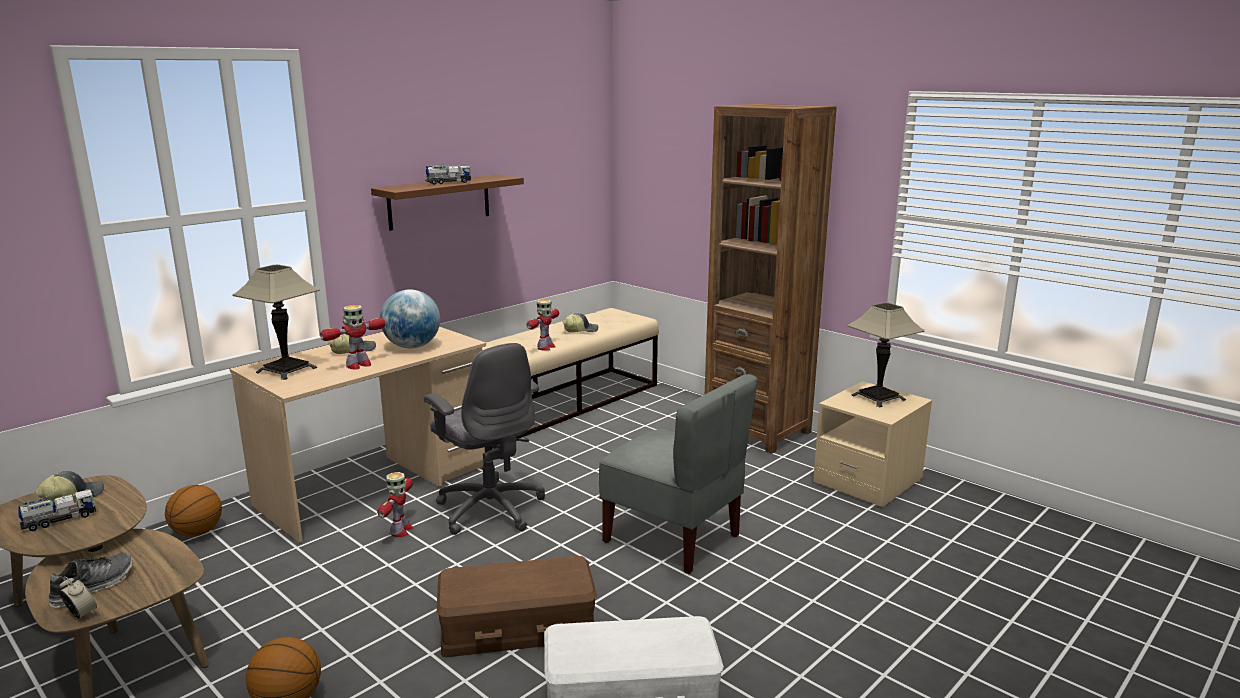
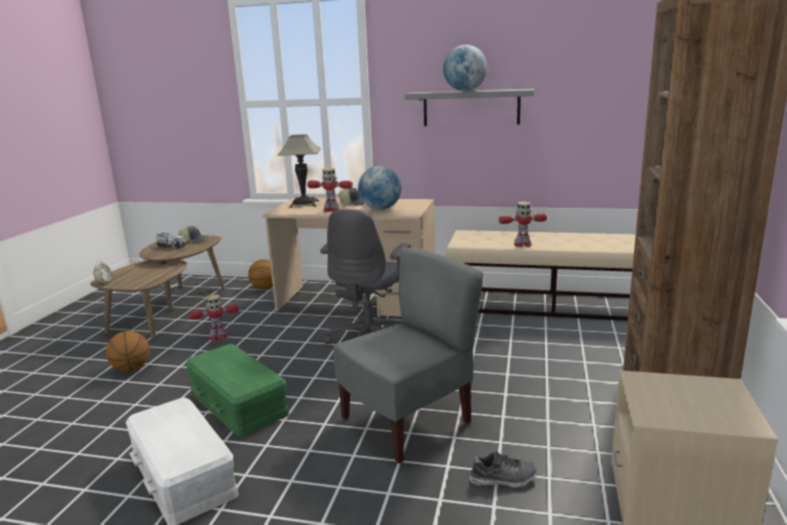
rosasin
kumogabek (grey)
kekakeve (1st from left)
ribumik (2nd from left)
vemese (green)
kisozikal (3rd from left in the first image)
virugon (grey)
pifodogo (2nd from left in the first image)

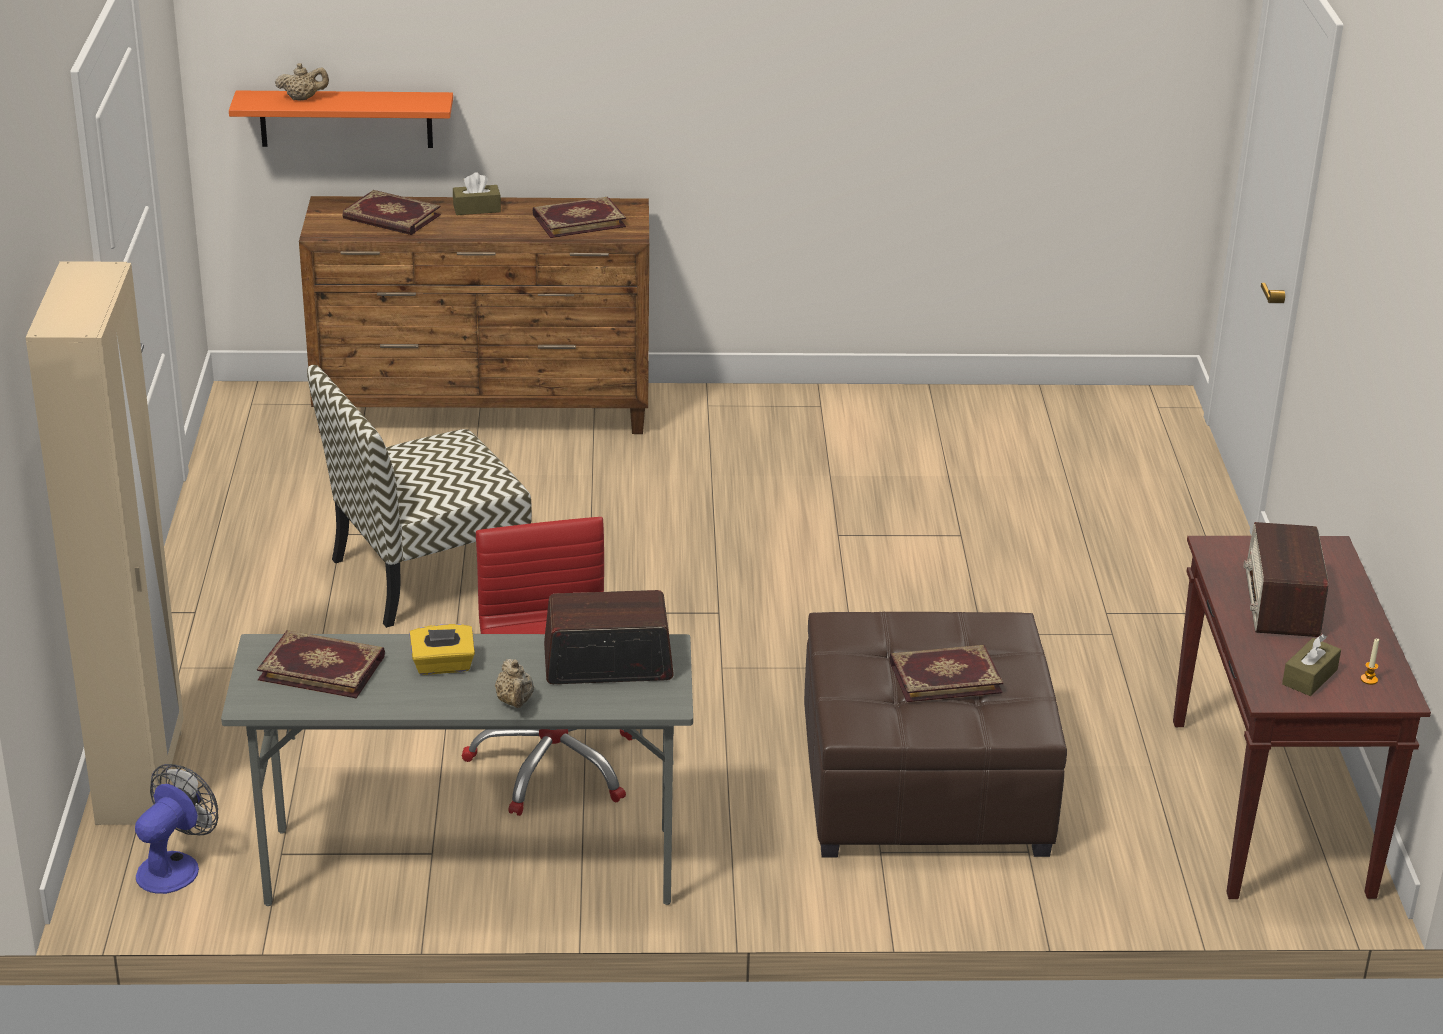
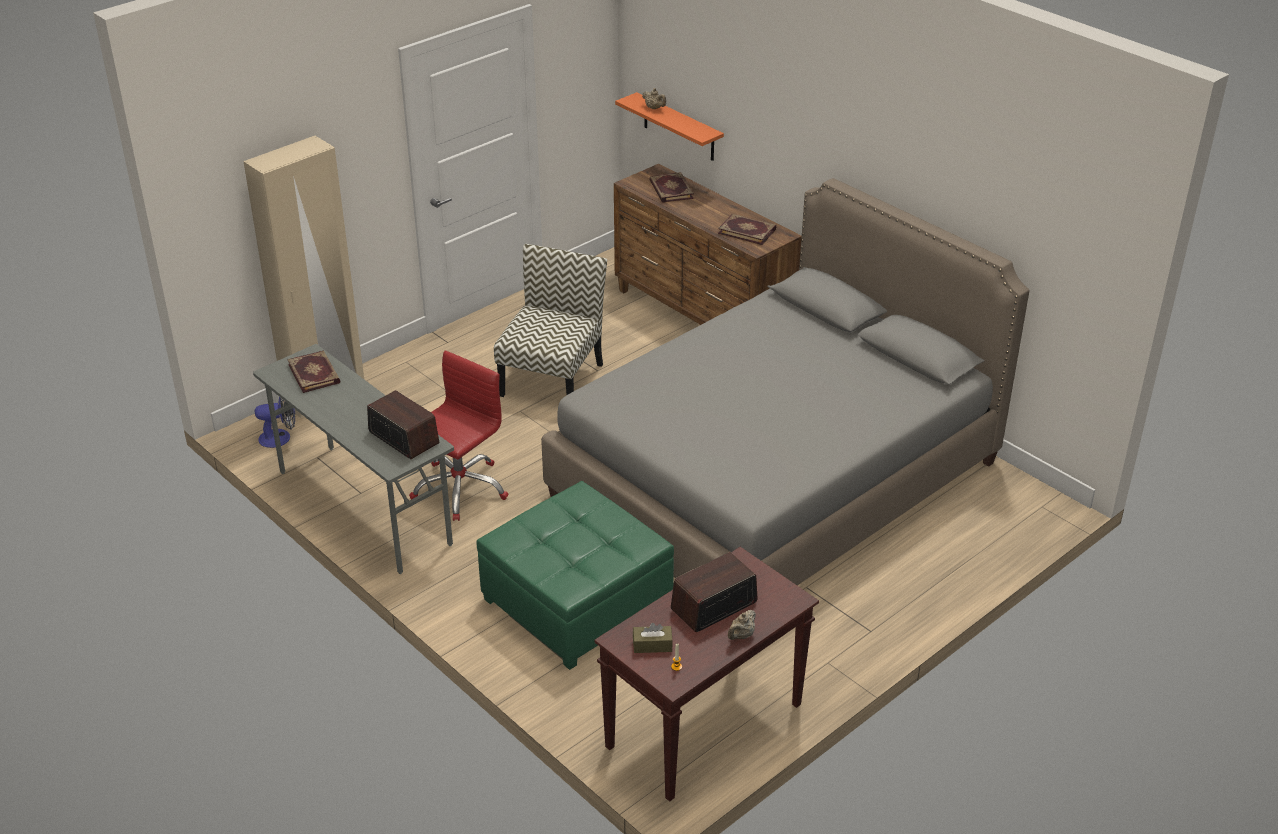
virugon
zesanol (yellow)
zesanol (brown) (1st from left in the first image)
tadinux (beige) (2nd from left)
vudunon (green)
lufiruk (4th from left in the first image)
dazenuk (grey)

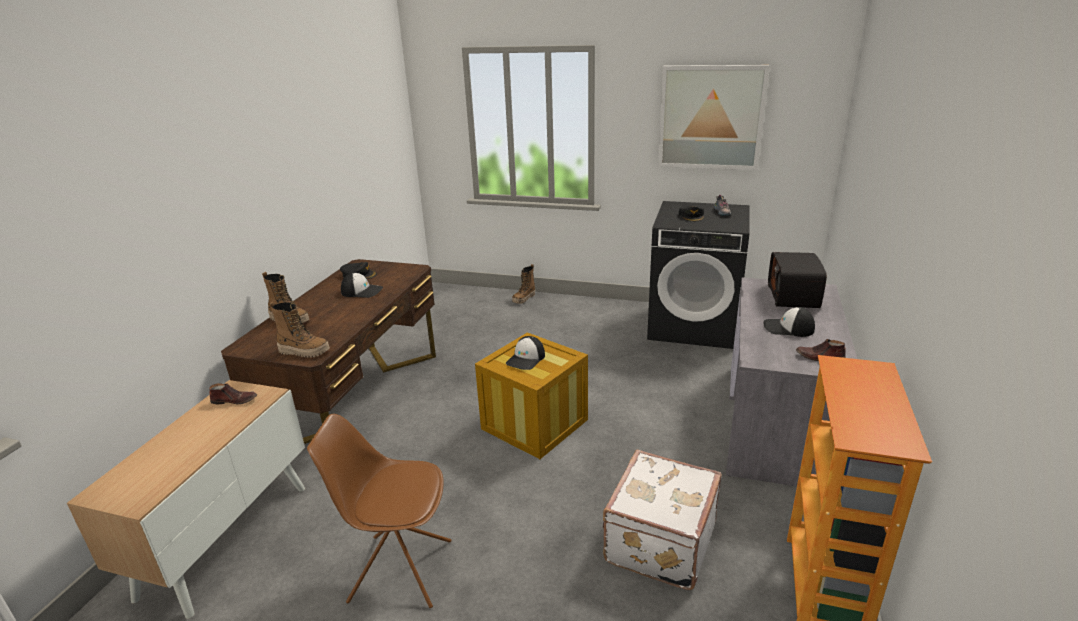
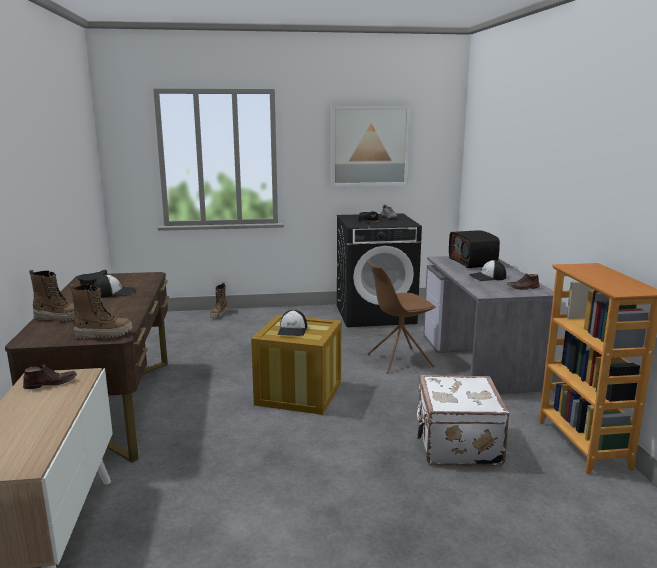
virugon (brown)

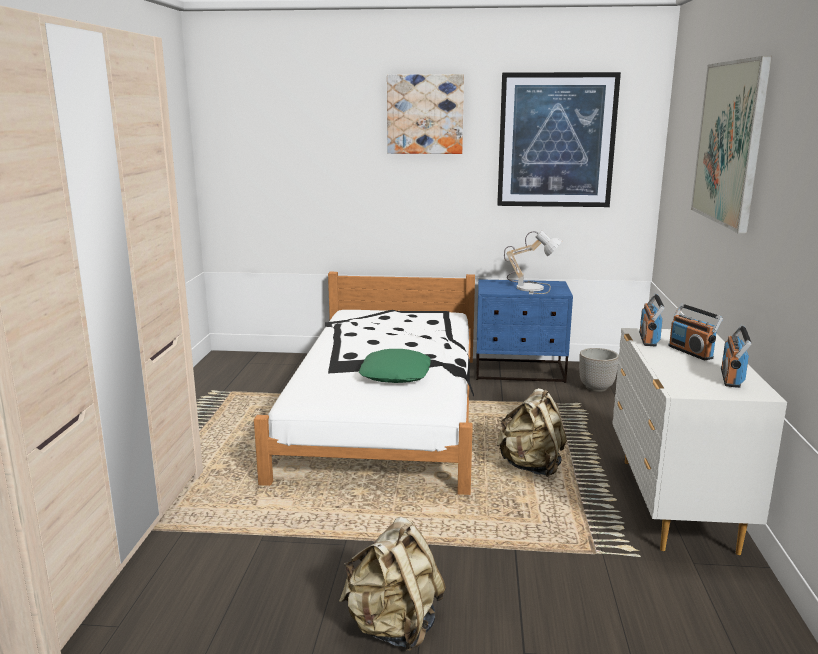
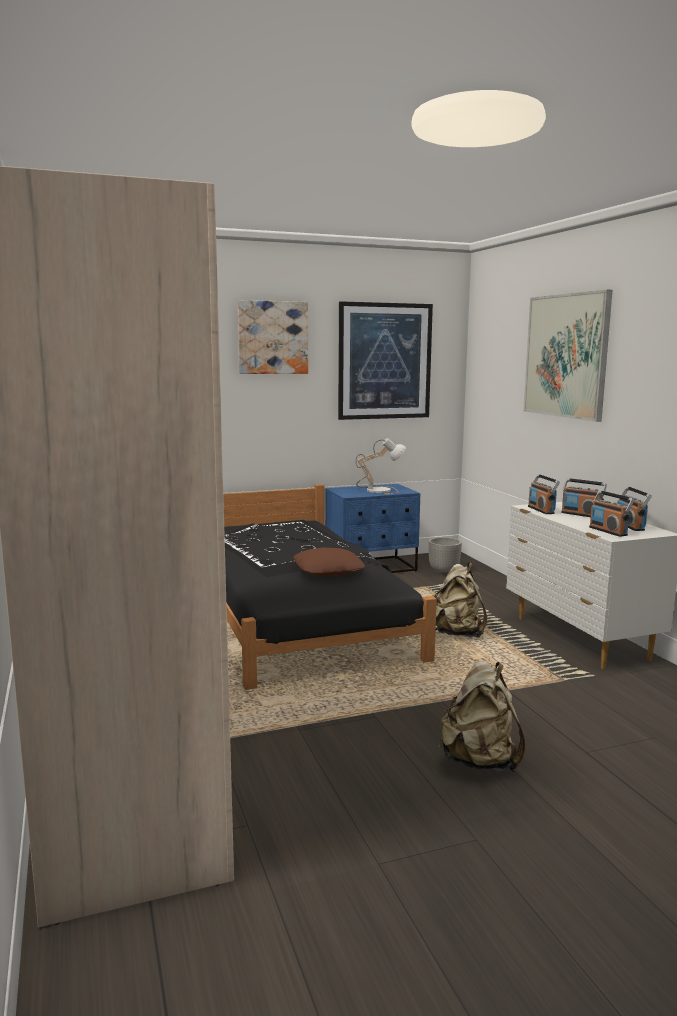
dazenuk (black)
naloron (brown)
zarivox (3rd from left)

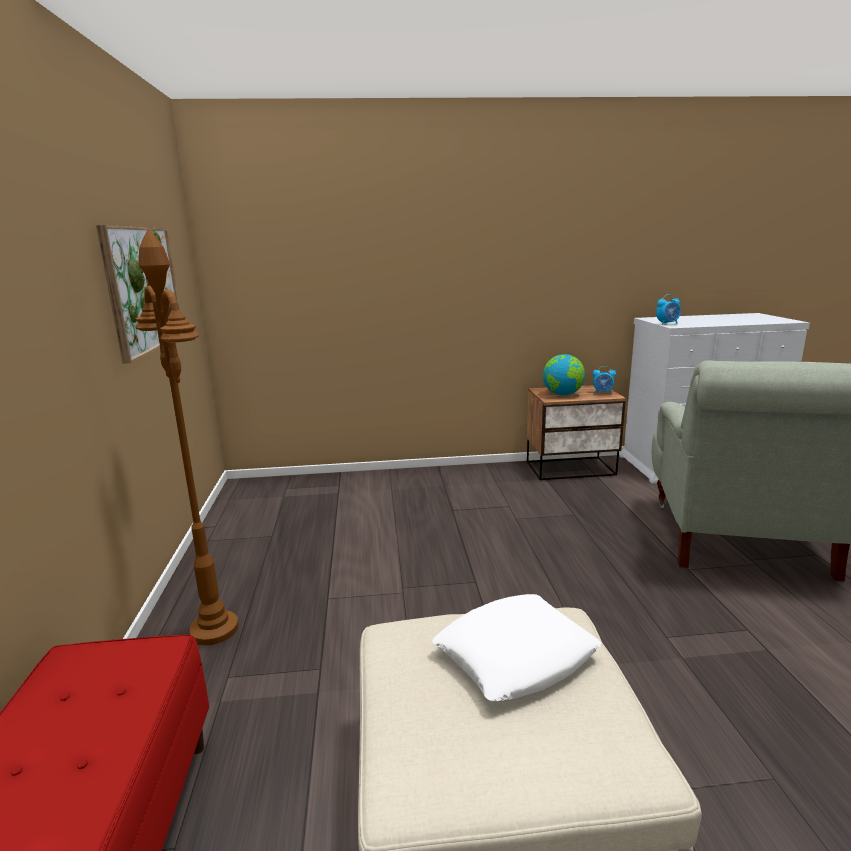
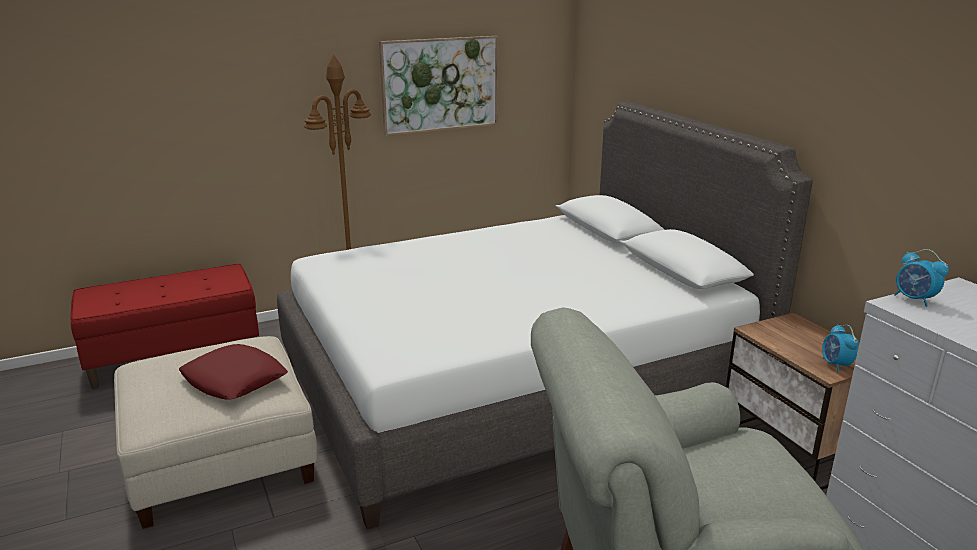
naloron (red)
ribumik
dazenuk (white)

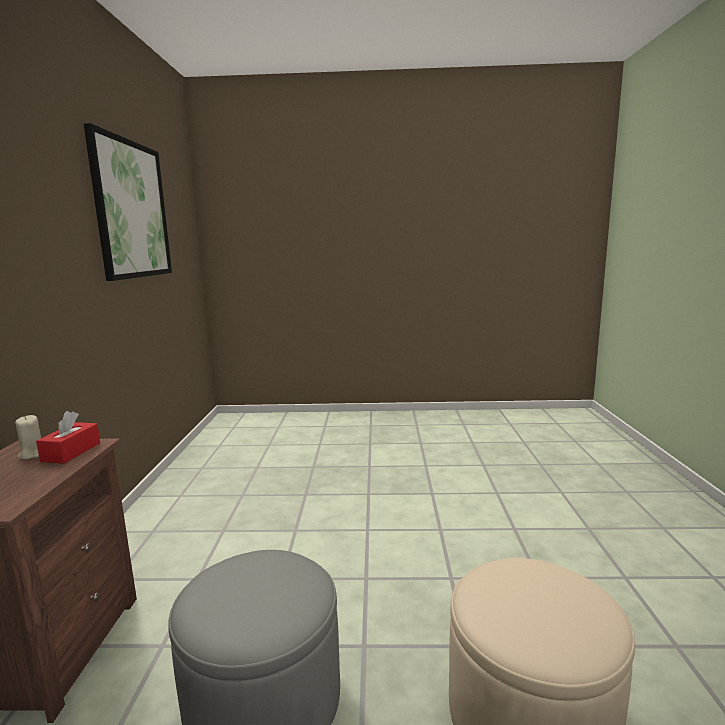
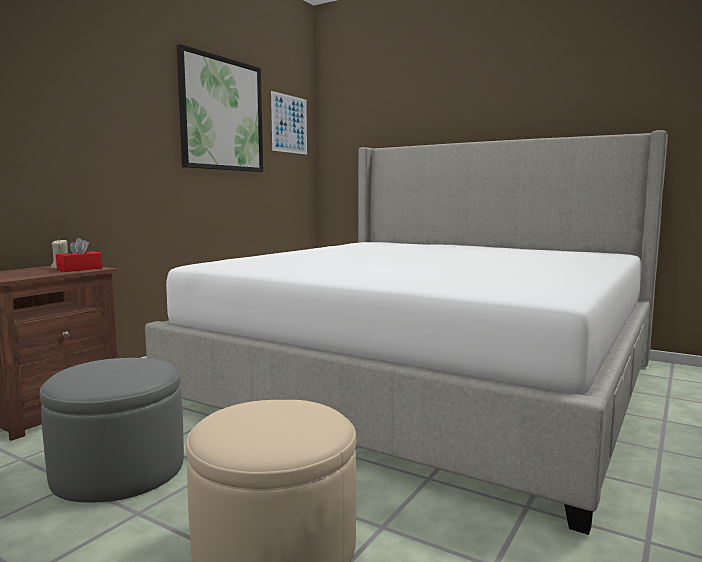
dazenuk
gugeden (2nd from left)

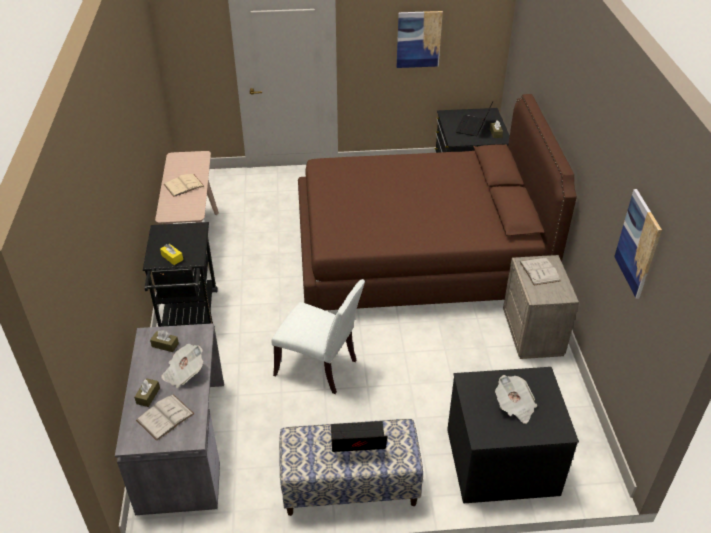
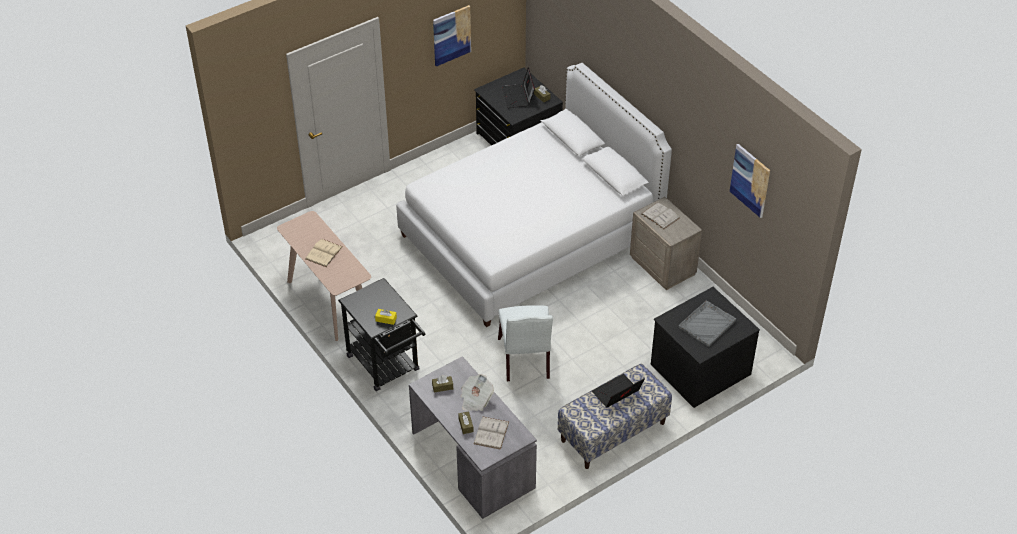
virugon (white)
dazenuk (white)
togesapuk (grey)

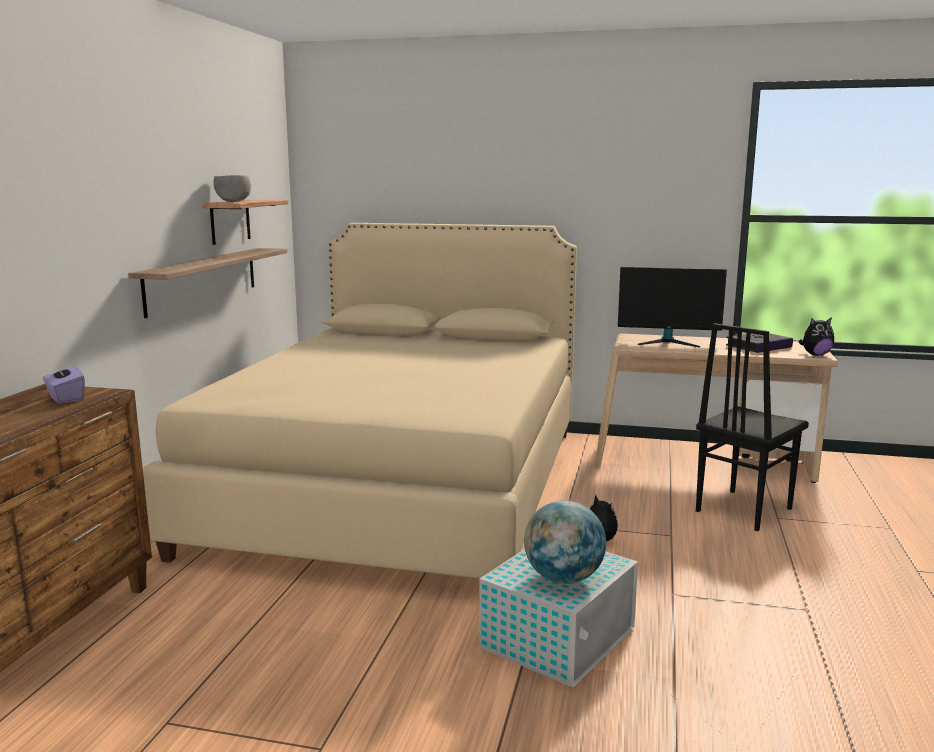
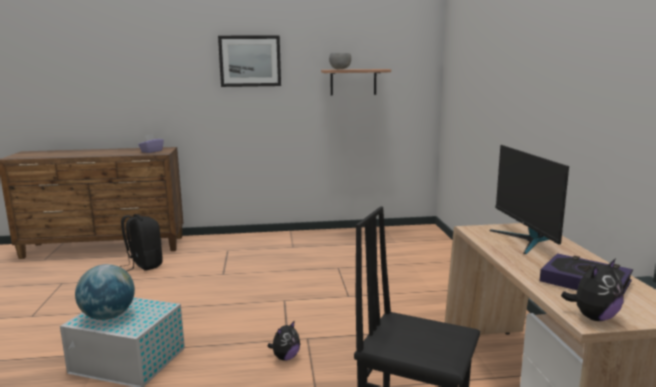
kumogabek (1st from left in the first image)
dazenuk (beige)
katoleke (2nd from left)
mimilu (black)
gugeden

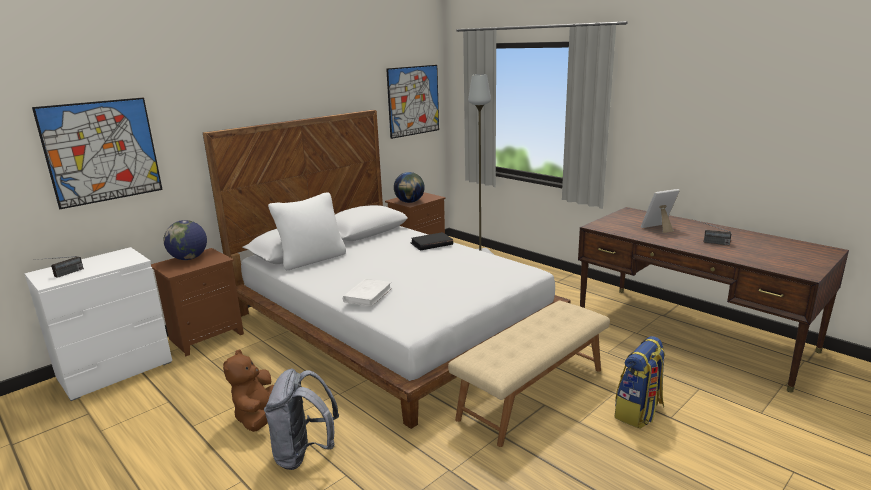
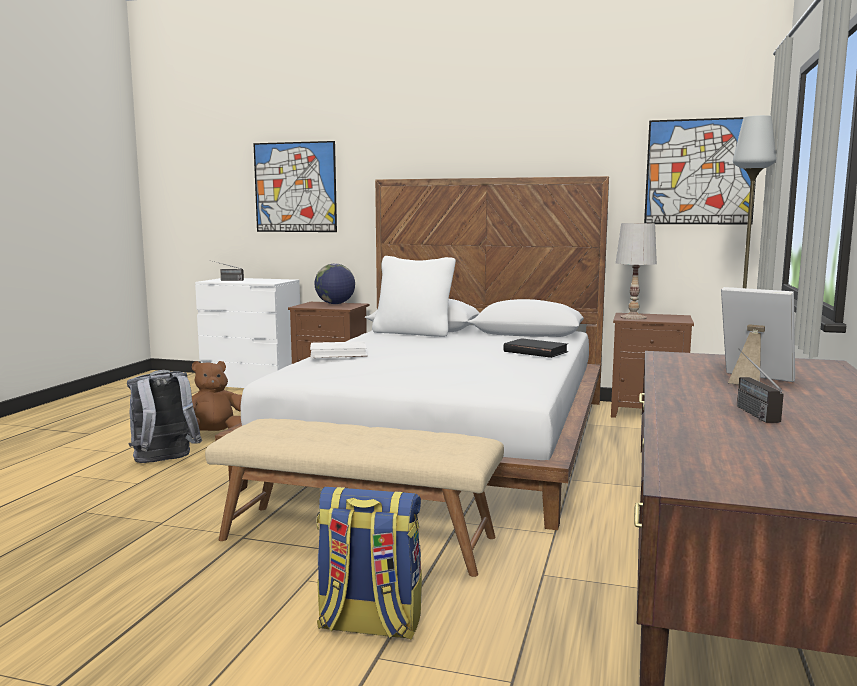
pifodogo (white)

